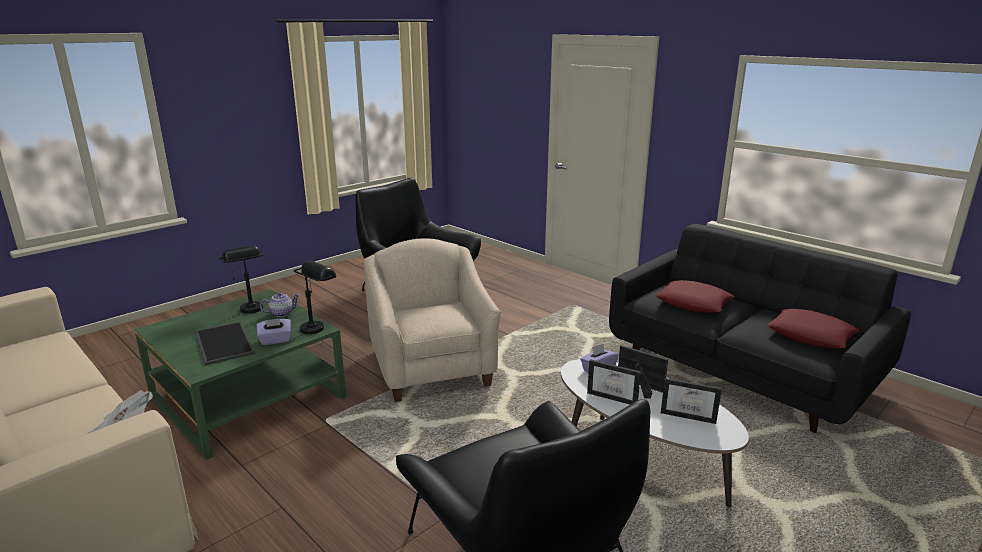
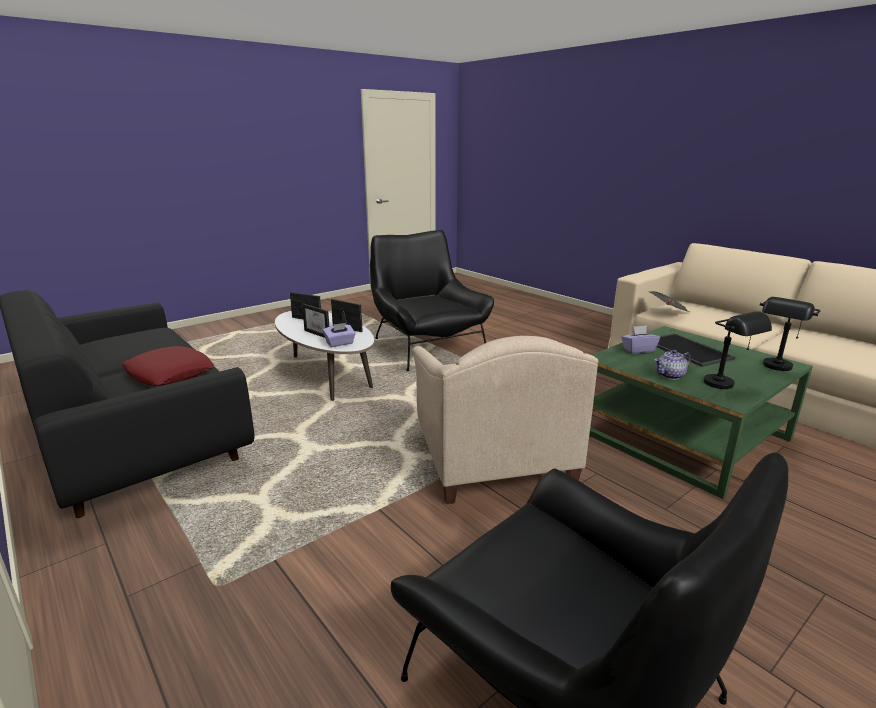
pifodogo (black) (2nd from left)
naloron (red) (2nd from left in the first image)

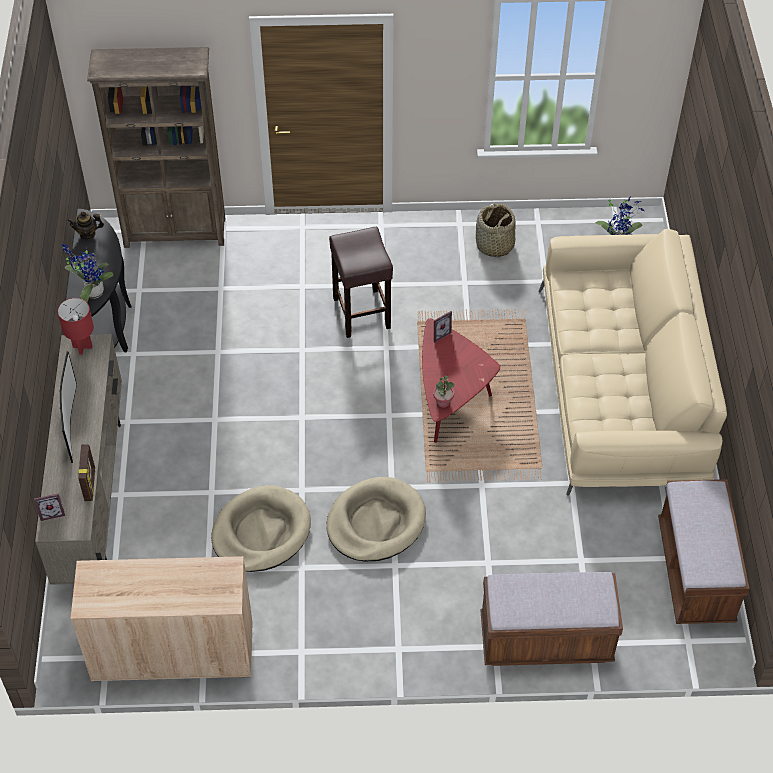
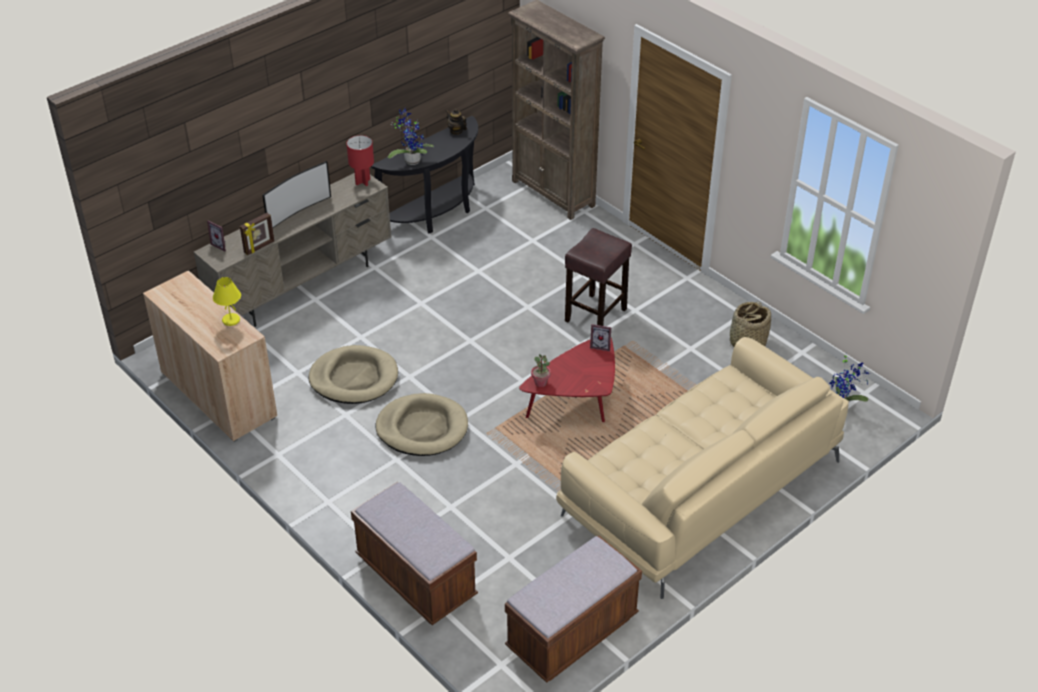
pifodogo (yellow)

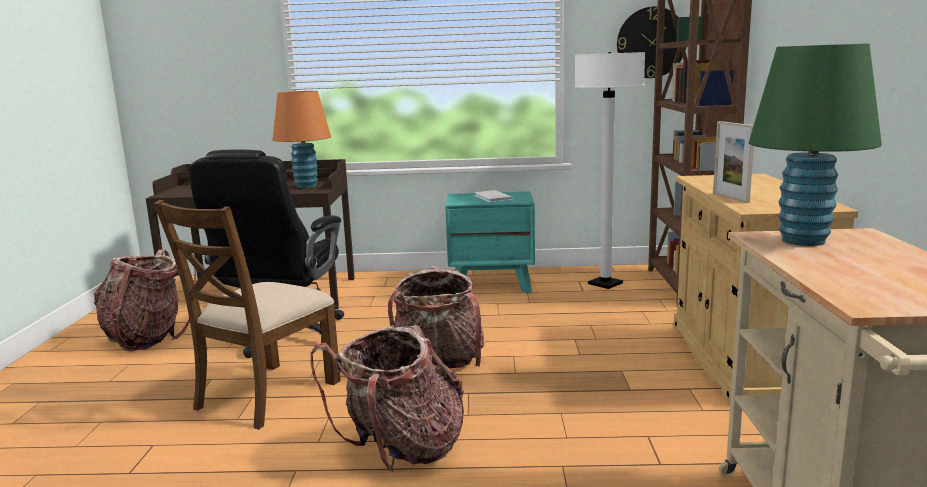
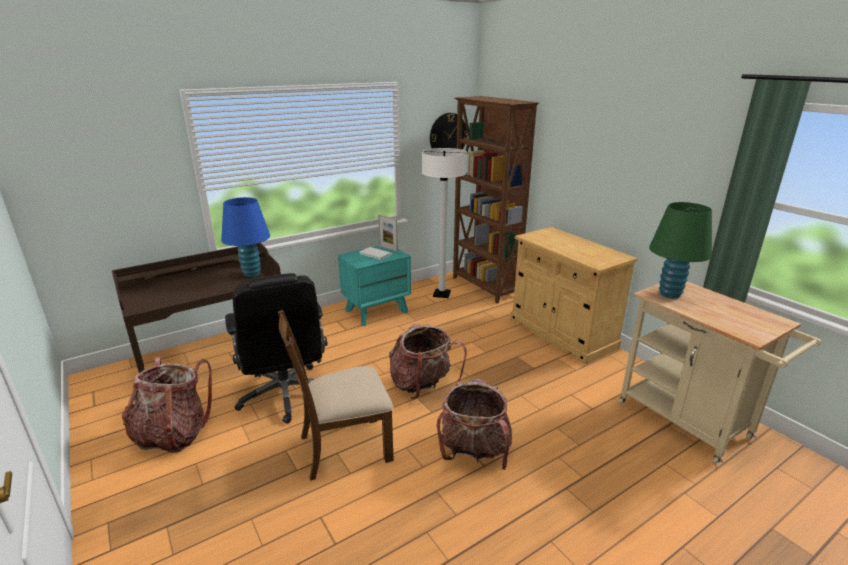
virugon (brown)
pifodogo (blue)
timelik

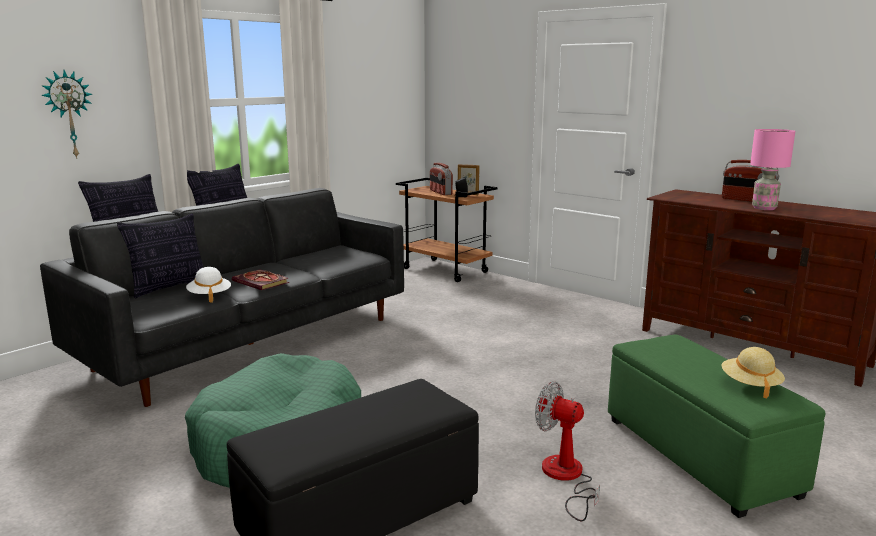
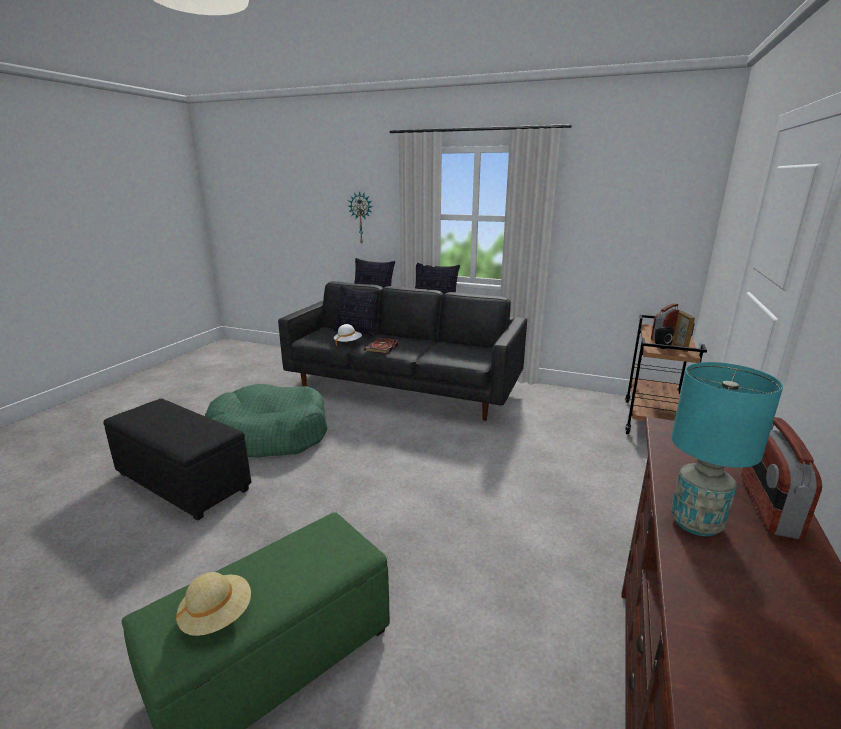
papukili
pifodogo (turquoise)

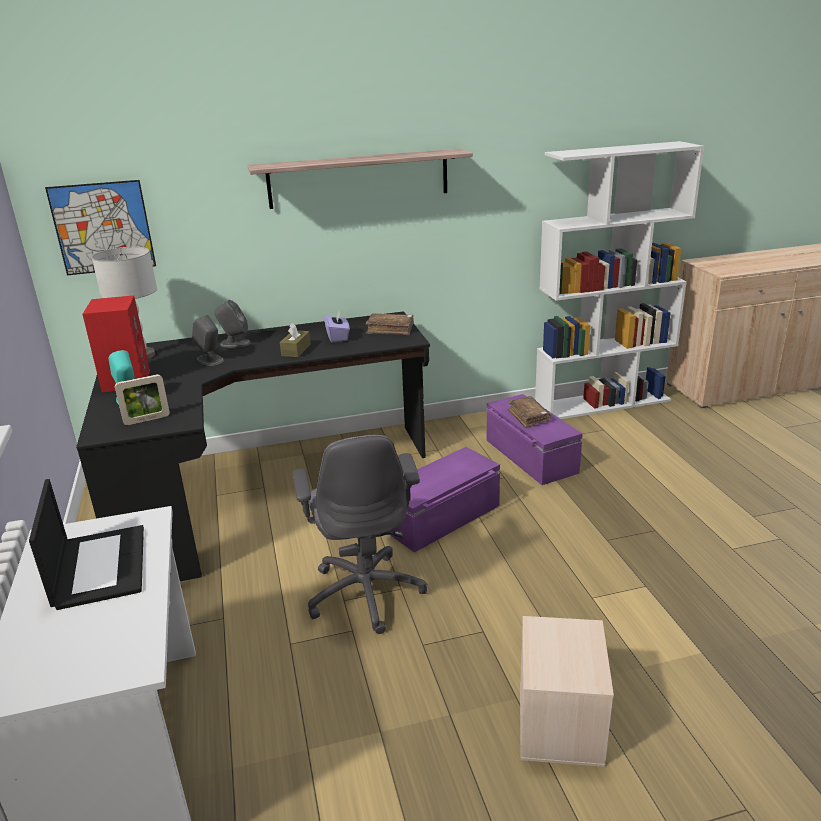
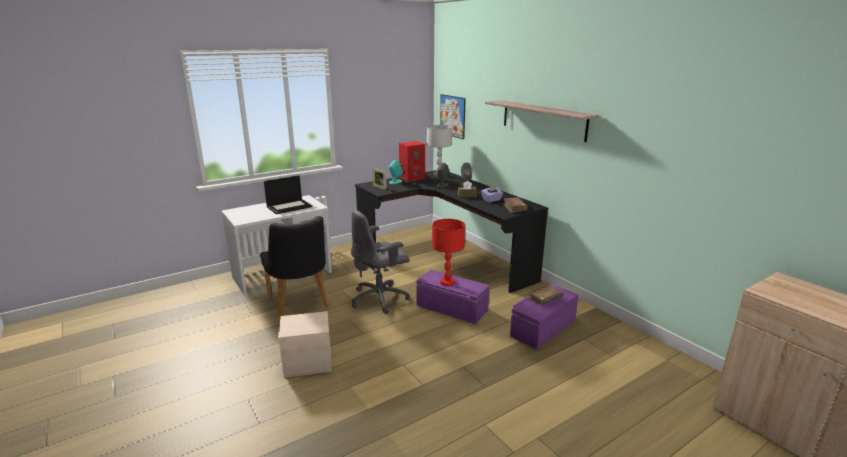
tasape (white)
virugon (black)
pifodogo (red)

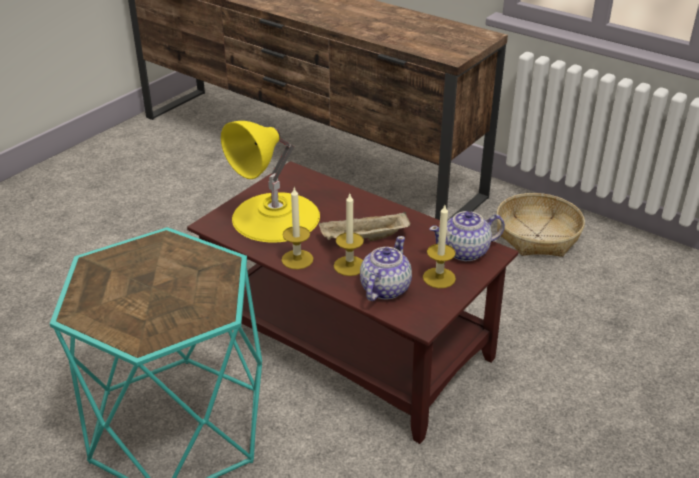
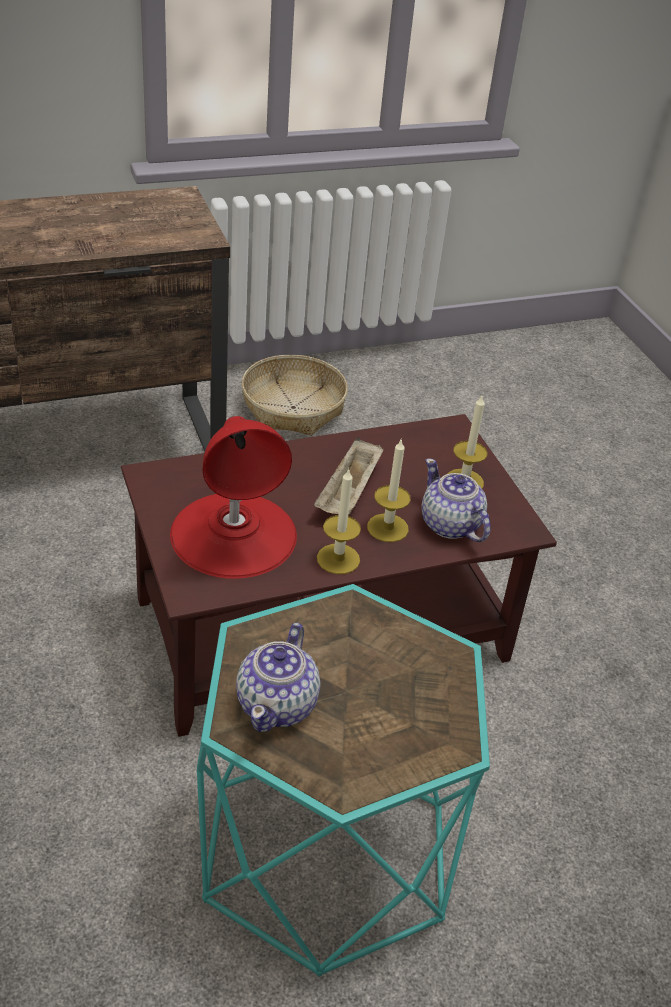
pifodogo (red)
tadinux (1st from left)

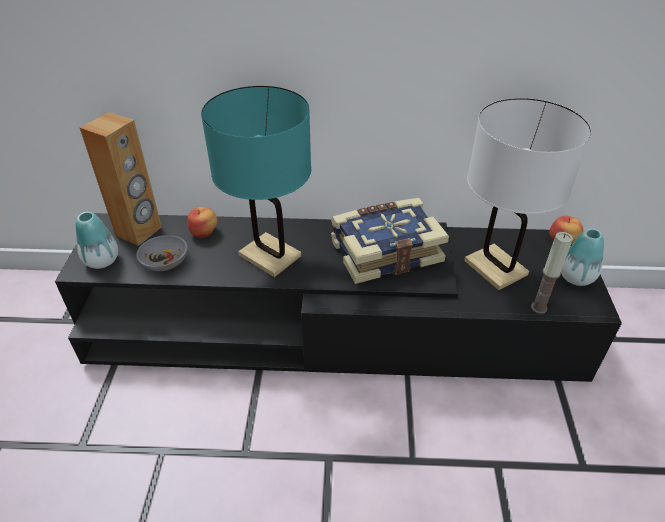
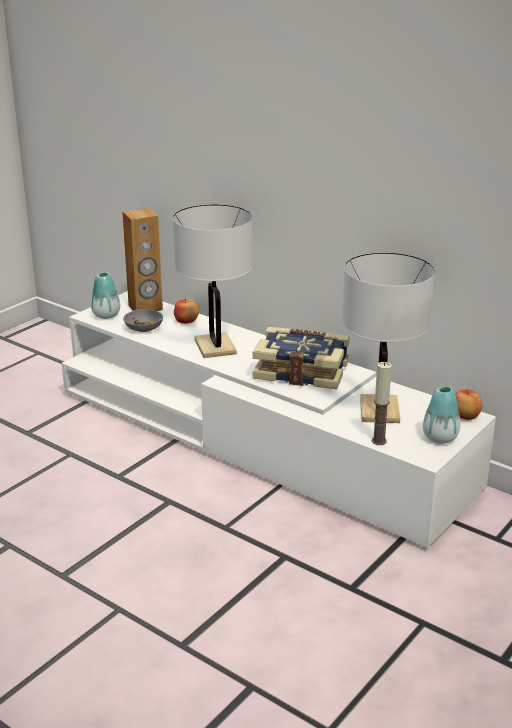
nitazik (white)
pifodogo (white) (1st from left)

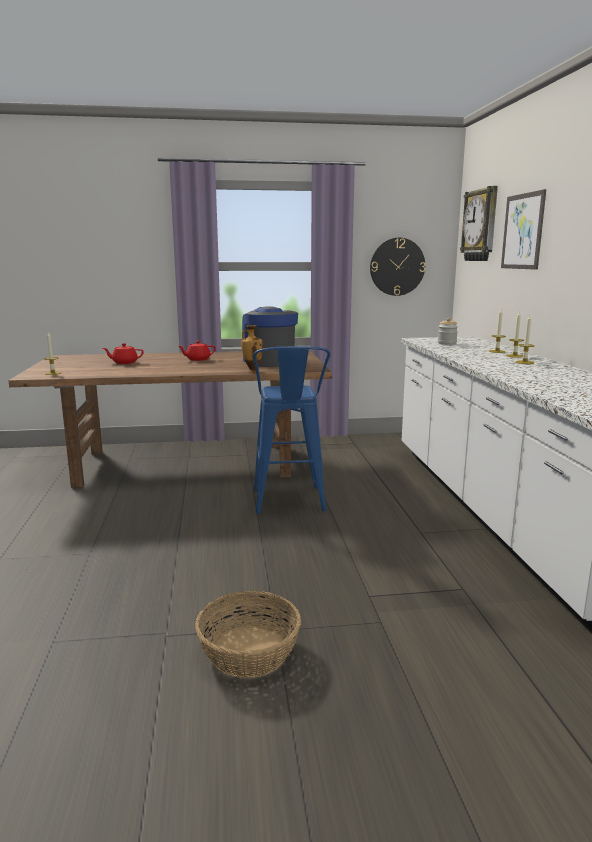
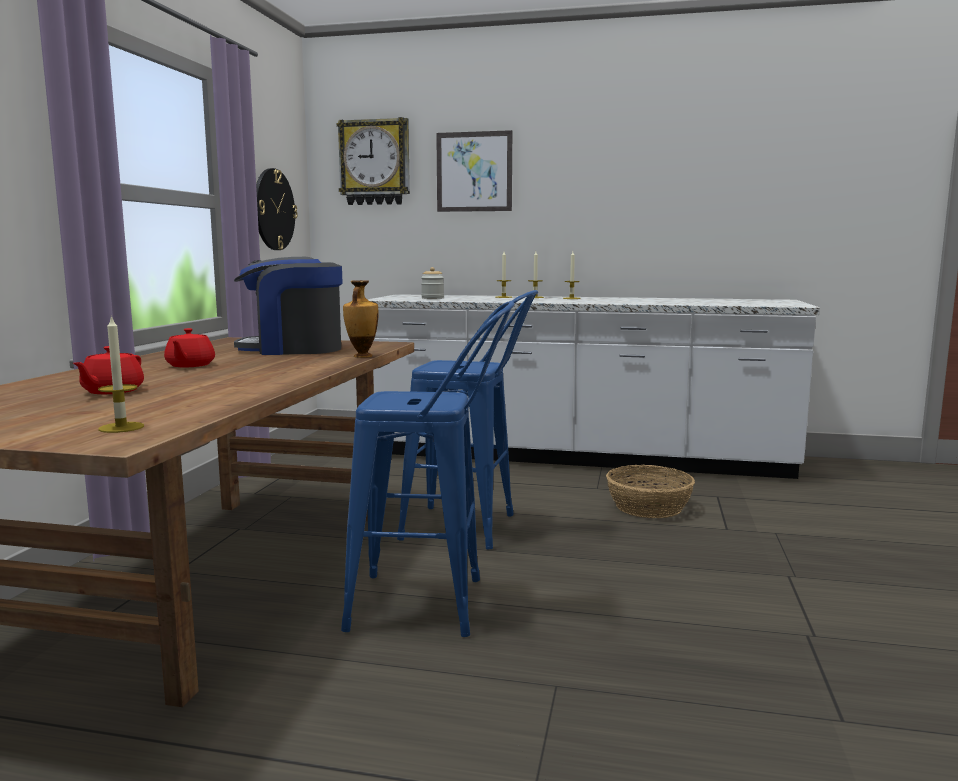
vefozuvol
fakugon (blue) (1st from left)

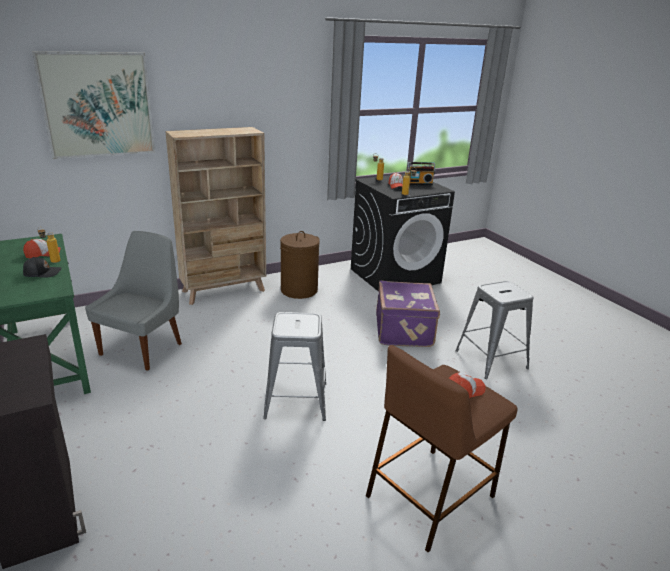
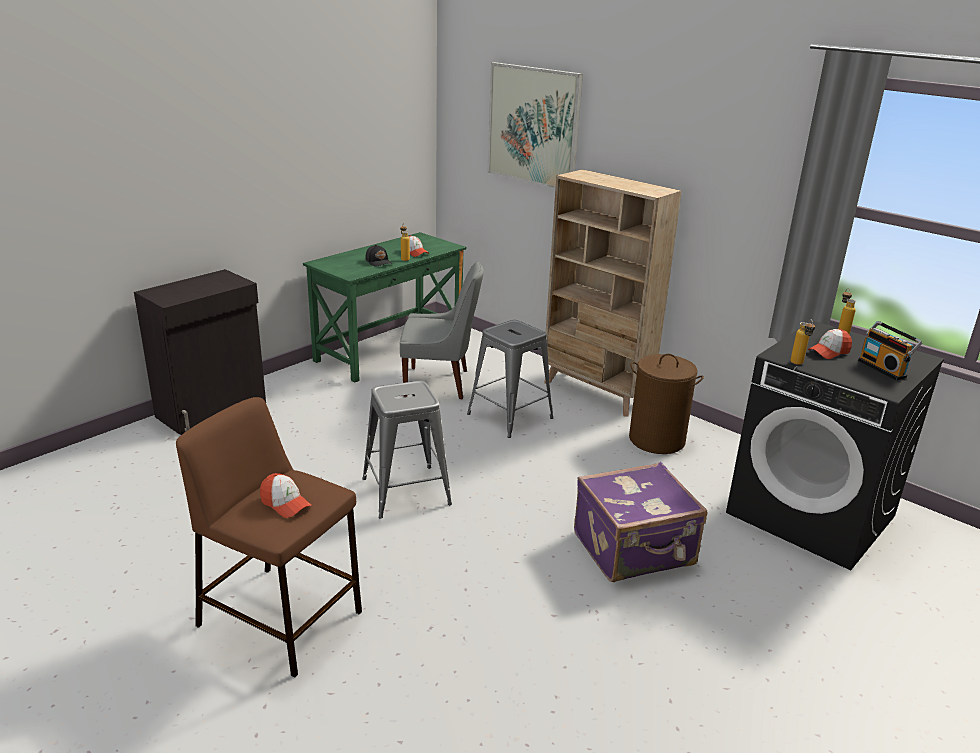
fakugon (grey) (2nd from left)

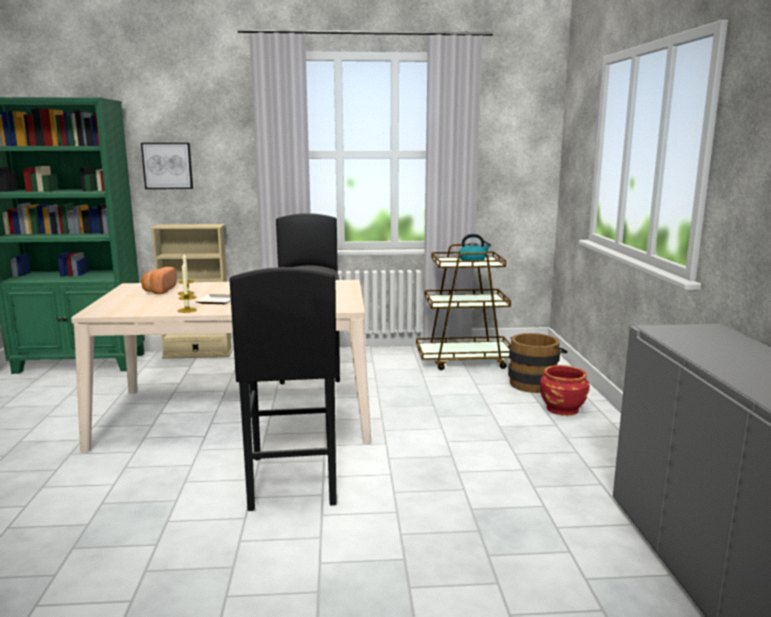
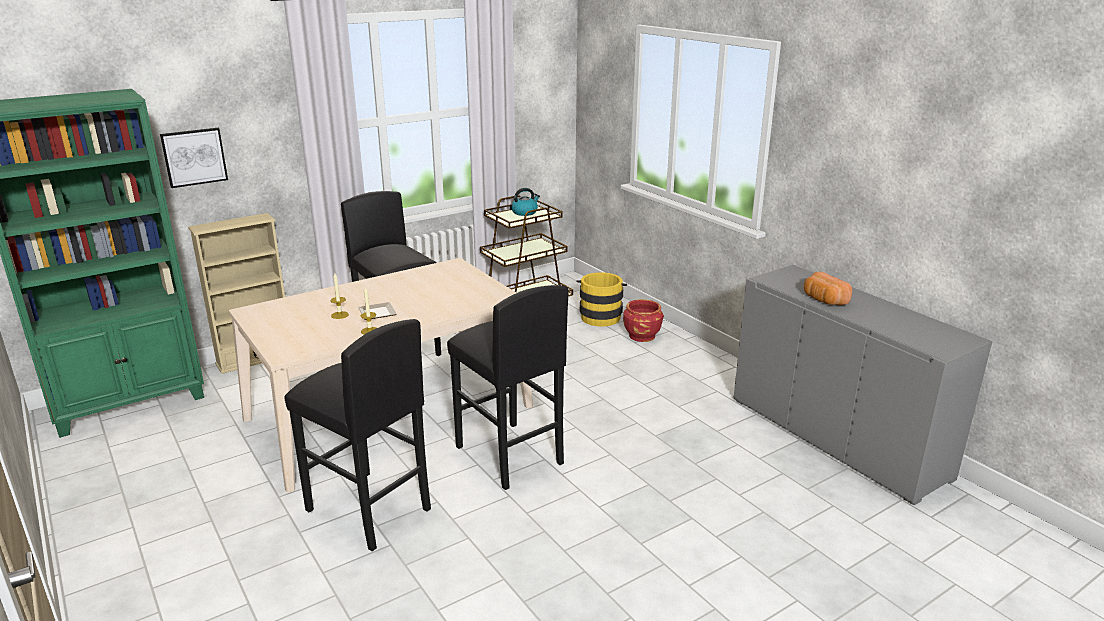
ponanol
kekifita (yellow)
fakugon (black) (1st from left)

